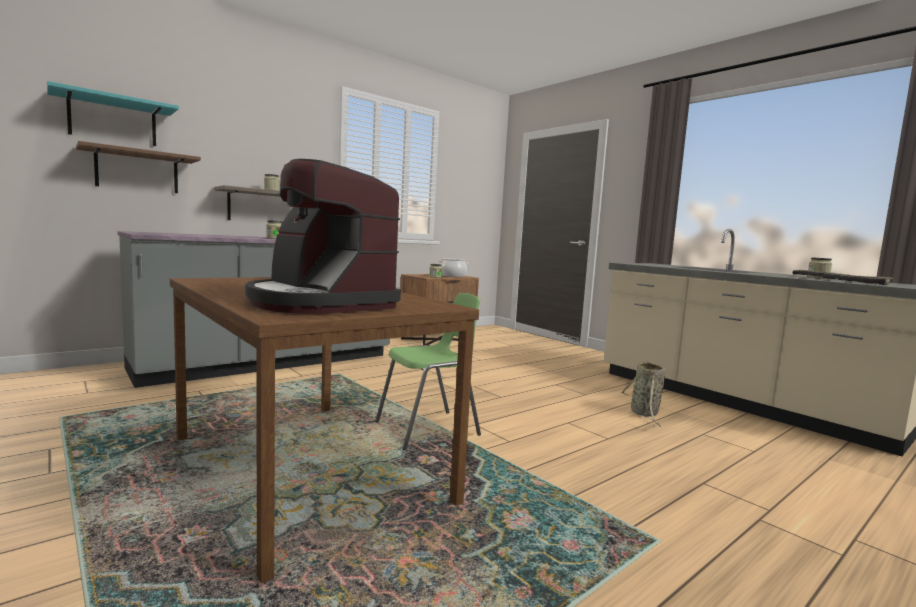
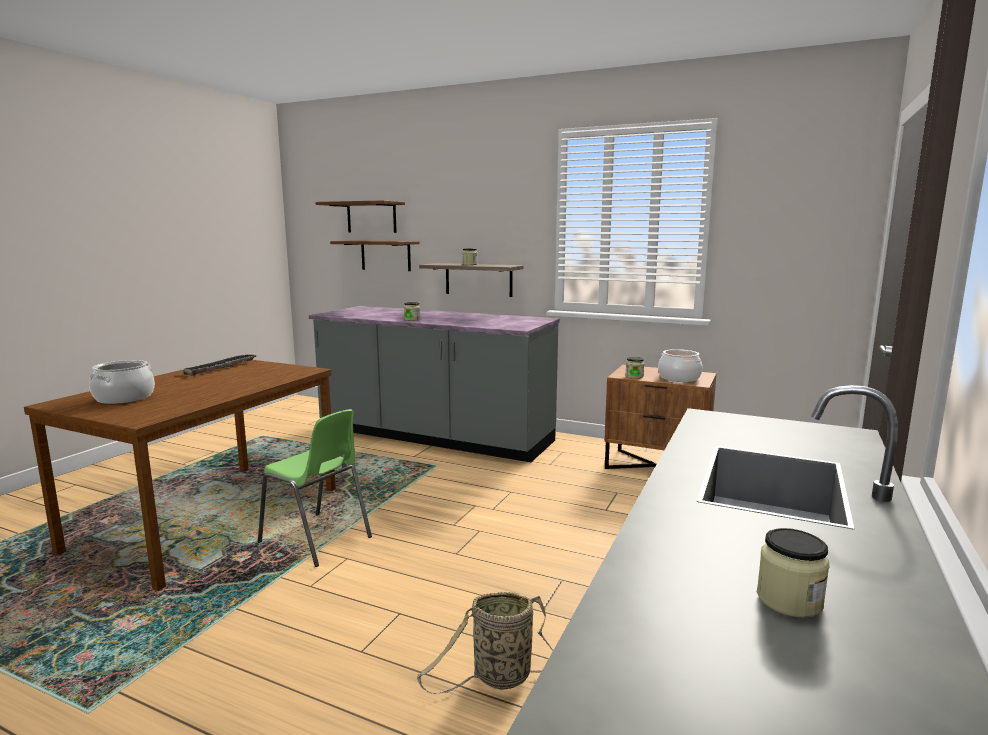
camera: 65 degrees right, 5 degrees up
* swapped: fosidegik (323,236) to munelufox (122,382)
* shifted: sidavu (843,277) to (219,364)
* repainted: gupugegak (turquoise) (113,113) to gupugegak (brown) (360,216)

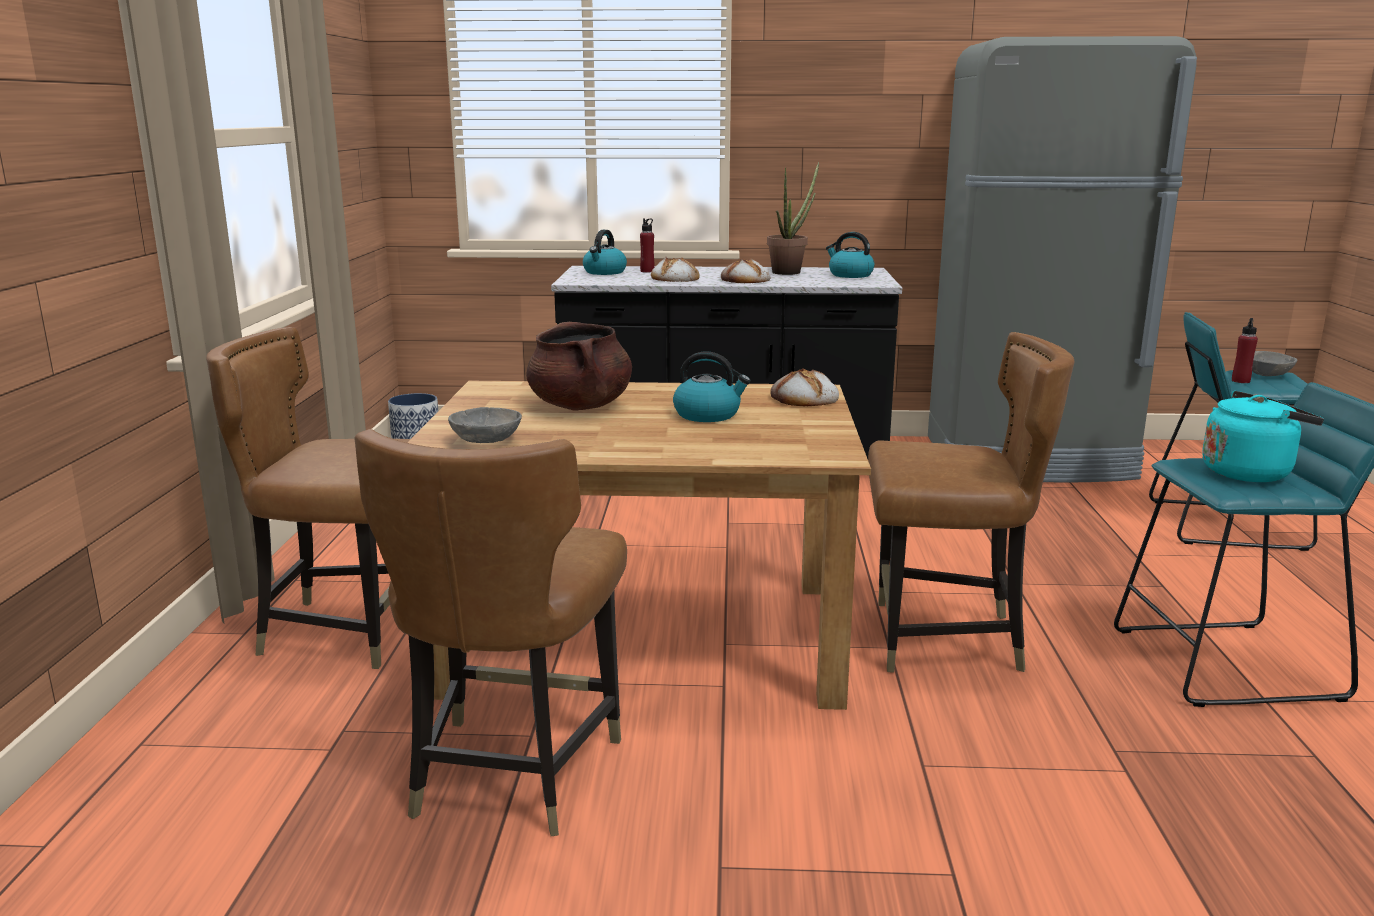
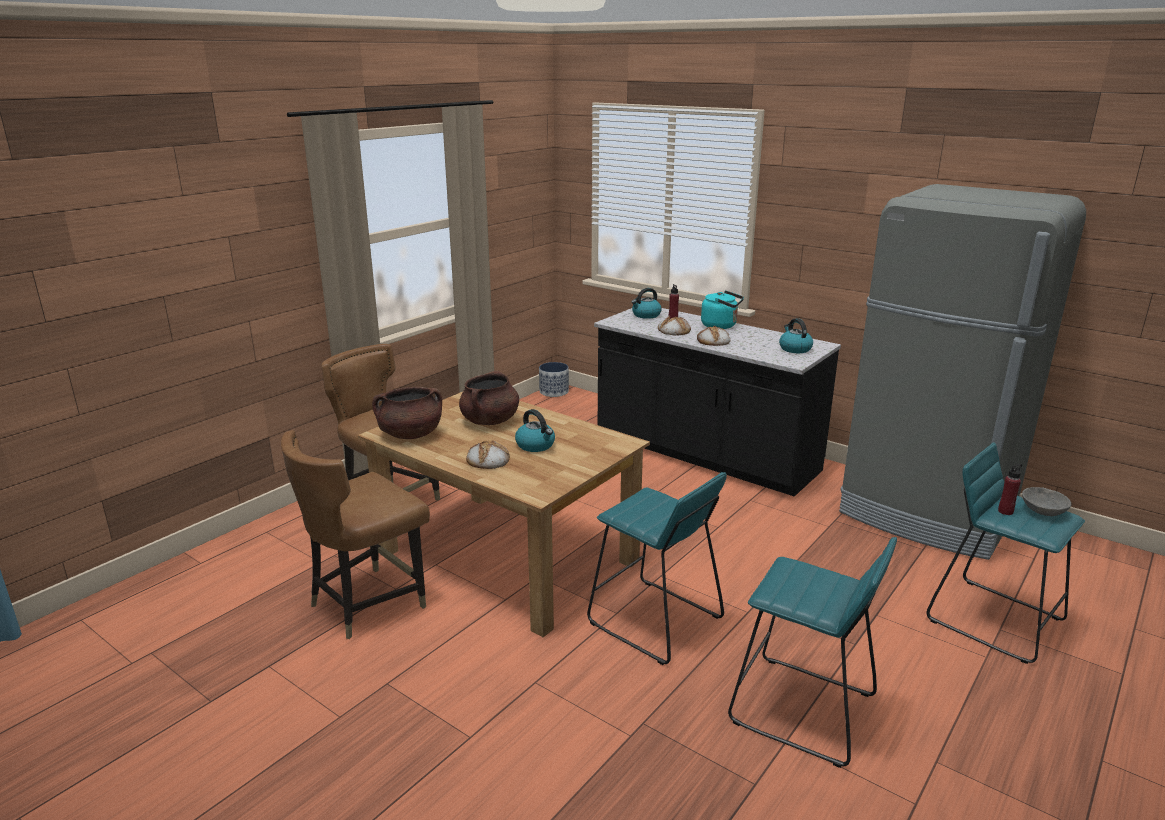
camera: 35 degrees right, 5 degrees up
* swapped: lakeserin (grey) (485,425) to munelufox (brown) (407,413)
* shifted: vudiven (804,387) to (488,455)
* swapped: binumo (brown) (971,502) to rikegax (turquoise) (657,568)
* shifted: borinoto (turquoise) (1263,436) to (722,309)
* gone: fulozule (793,218)

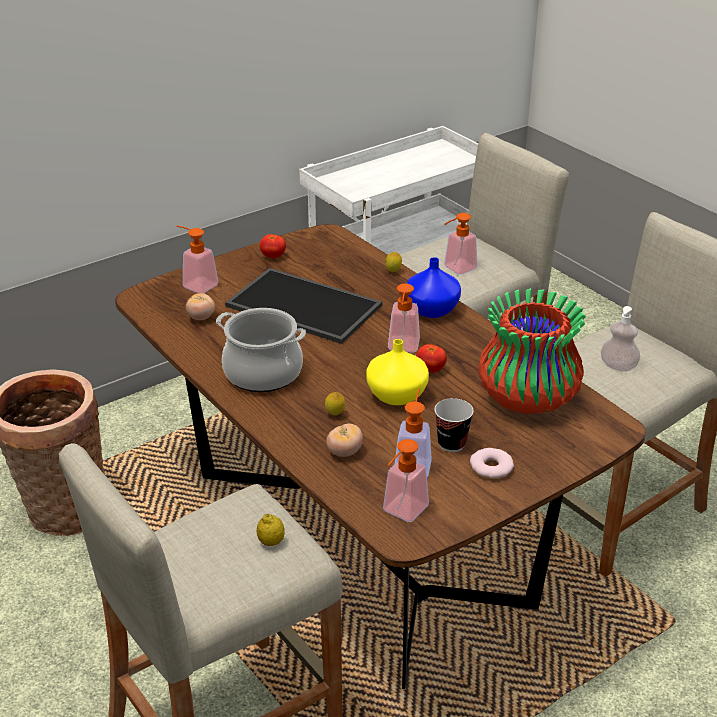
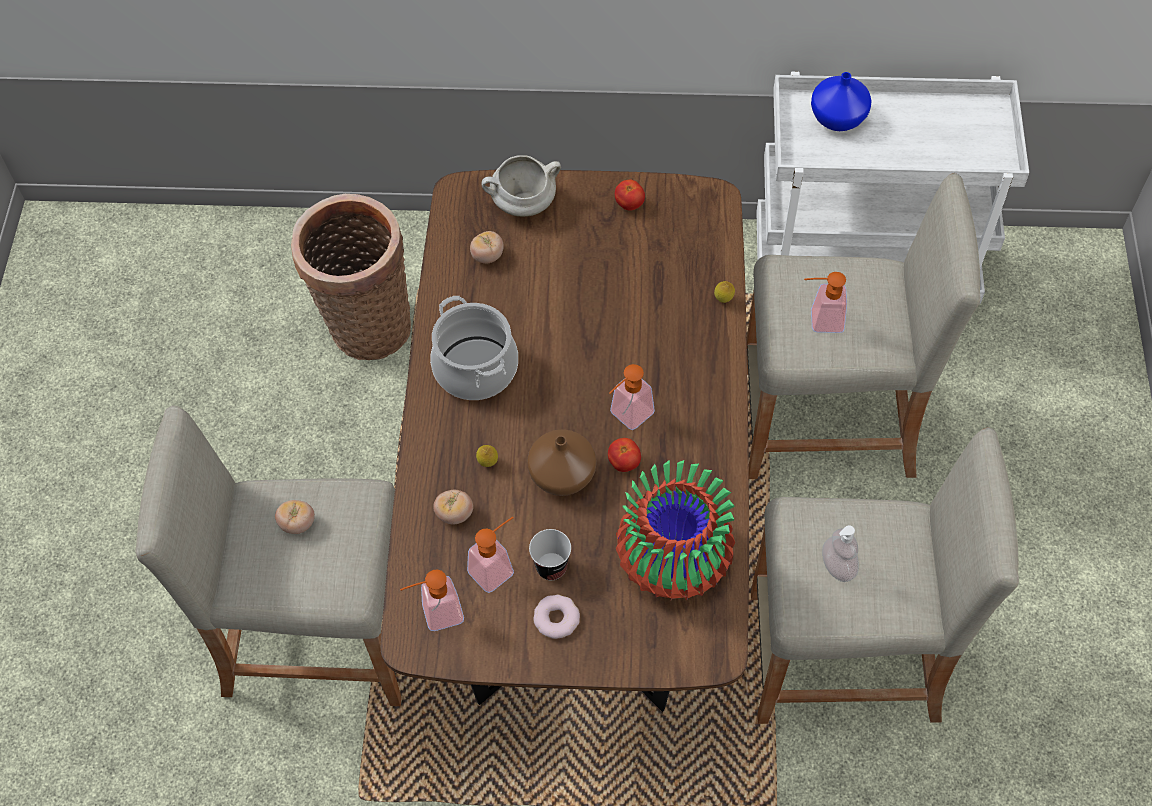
camera: 40 degrees right, 25 degrees up
* new: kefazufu (295,517)
* swapped: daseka (197,259) to munelufox (white) (521,186)
* repainted: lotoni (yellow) (397,372) to lotoni (brown) (561,462)
* shifted: lotoni (blue) (434,287) to (841,101)
* gone: sidavu (303,306)
* gone: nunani (271,530)

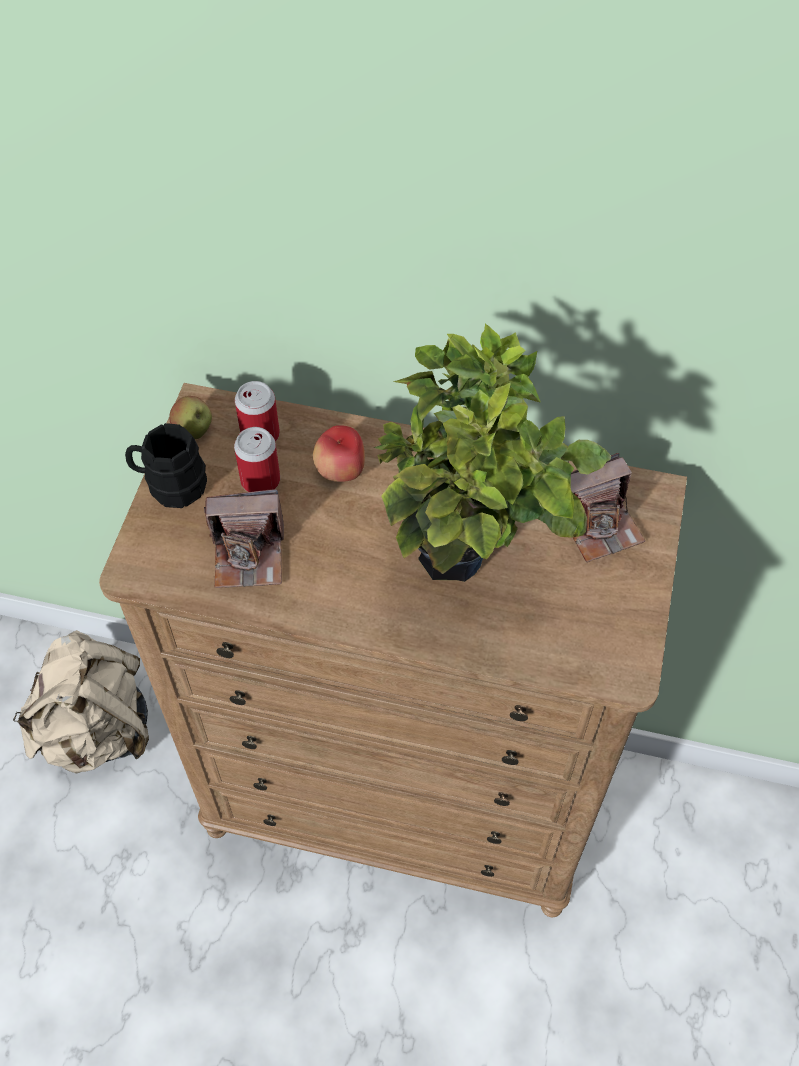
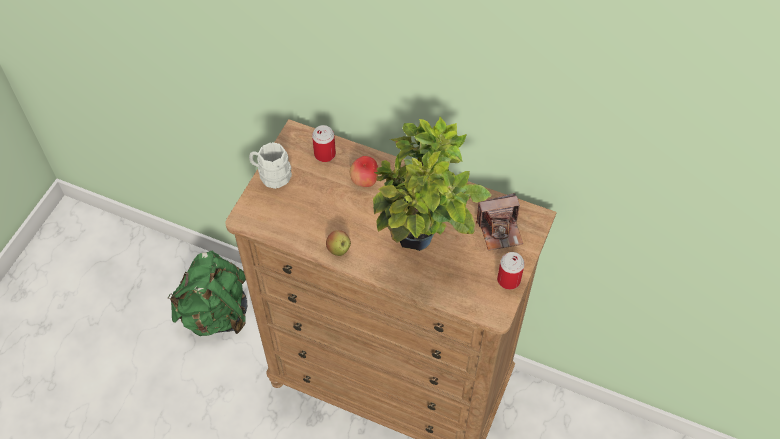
camera: 10 degrees right, 0 degrees up
* repainted: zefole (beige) (81,702) to zefole (green) (207,293)
* repainted: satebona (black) (166,465) to satebona (white) (270,165)
* shifted: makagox (190,417) to (338,243)
* shifted: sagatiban (257,459) to (511,271)
* gone: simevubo (244,538)

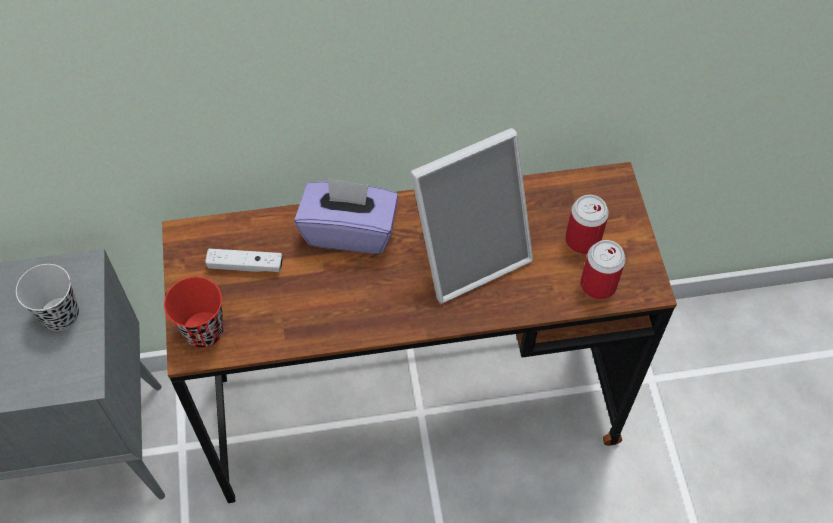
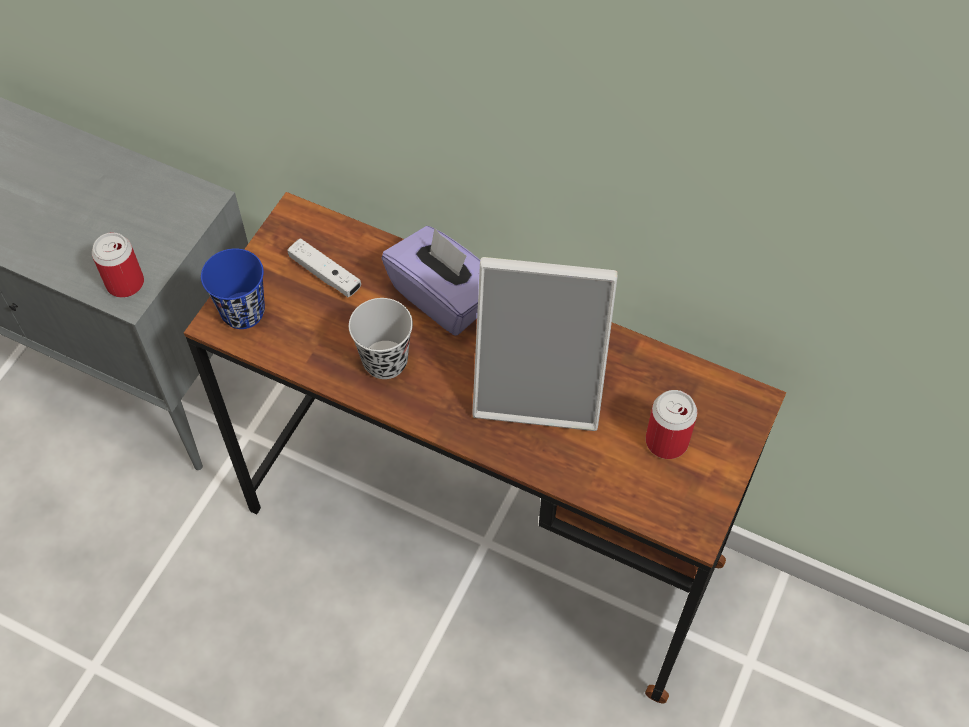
camera: 35 degrees right, 0 degrees up
* shifted: sagatiban (603,270) to (118,265)
* repainted: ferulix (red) (194,312) to ferulix (blue) (233,288)
* shifted: ferulix (black) (47,297) to (381,338)

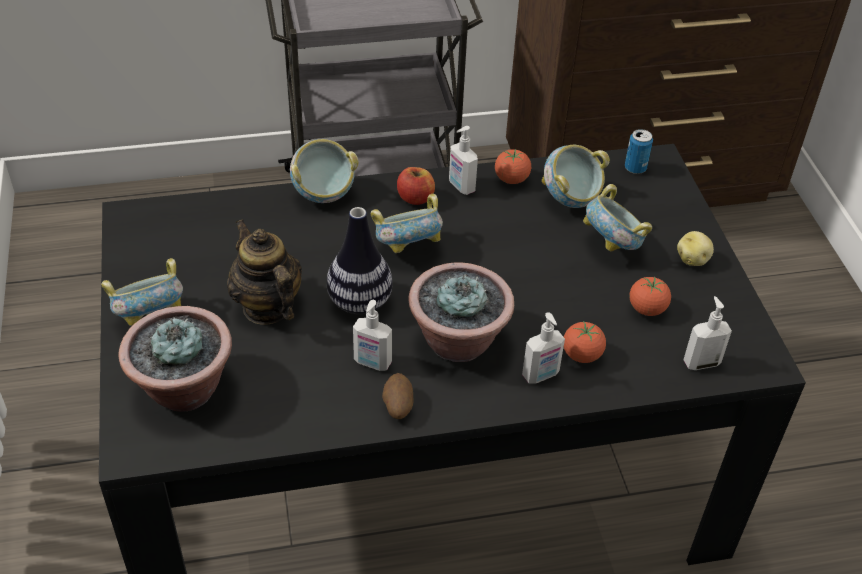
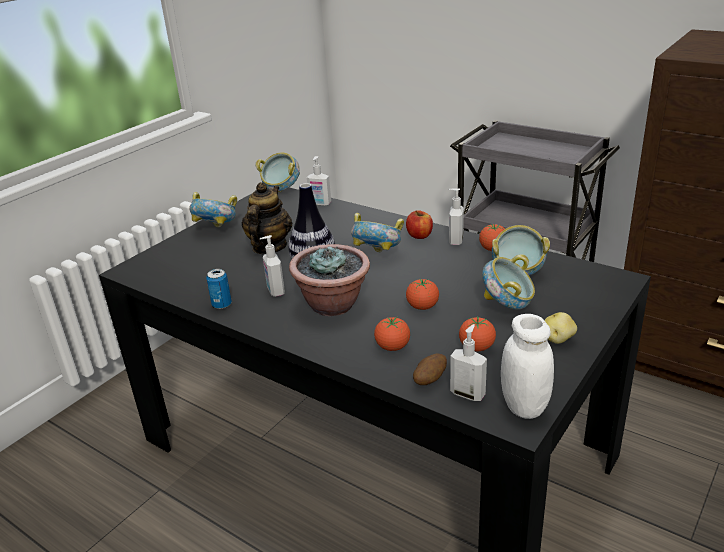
camera: 50 degrees right, 15 degrees down
* shifted: sagatiban (639,151) to (219,289)
* shifted: lakeserin (324,171) to (278,172)
* shifted: daseka (543,348) to (319,181)
* new: kefazufu (422,294)
* shifted: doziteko (398,396) to (430,369)
* new: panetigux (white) (527,366)
* gone: fulozule (175,359)

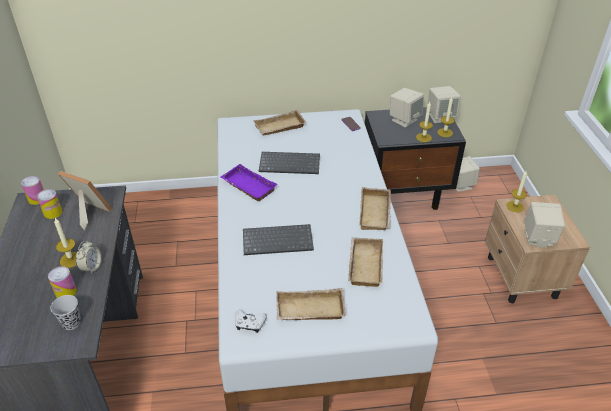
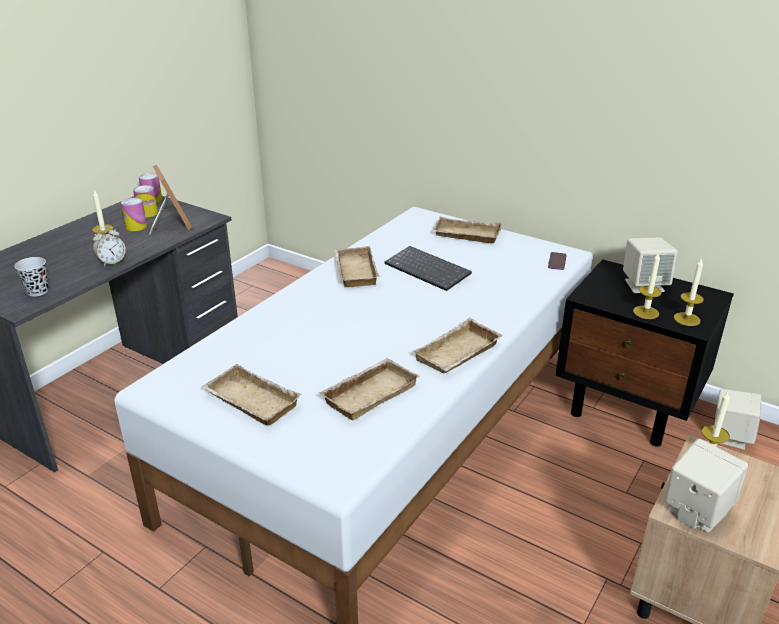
camera: 40 degrees right, 10 degrees down
* shifted: sagatiban (62,282) to (134,214)
* repainted: sidavu (purple) (249,182) to sidavu (beige) (356,266)
* gone: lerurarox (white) (251,321)
* gone: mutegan (278,239)
* gone: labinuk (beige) (444,104)

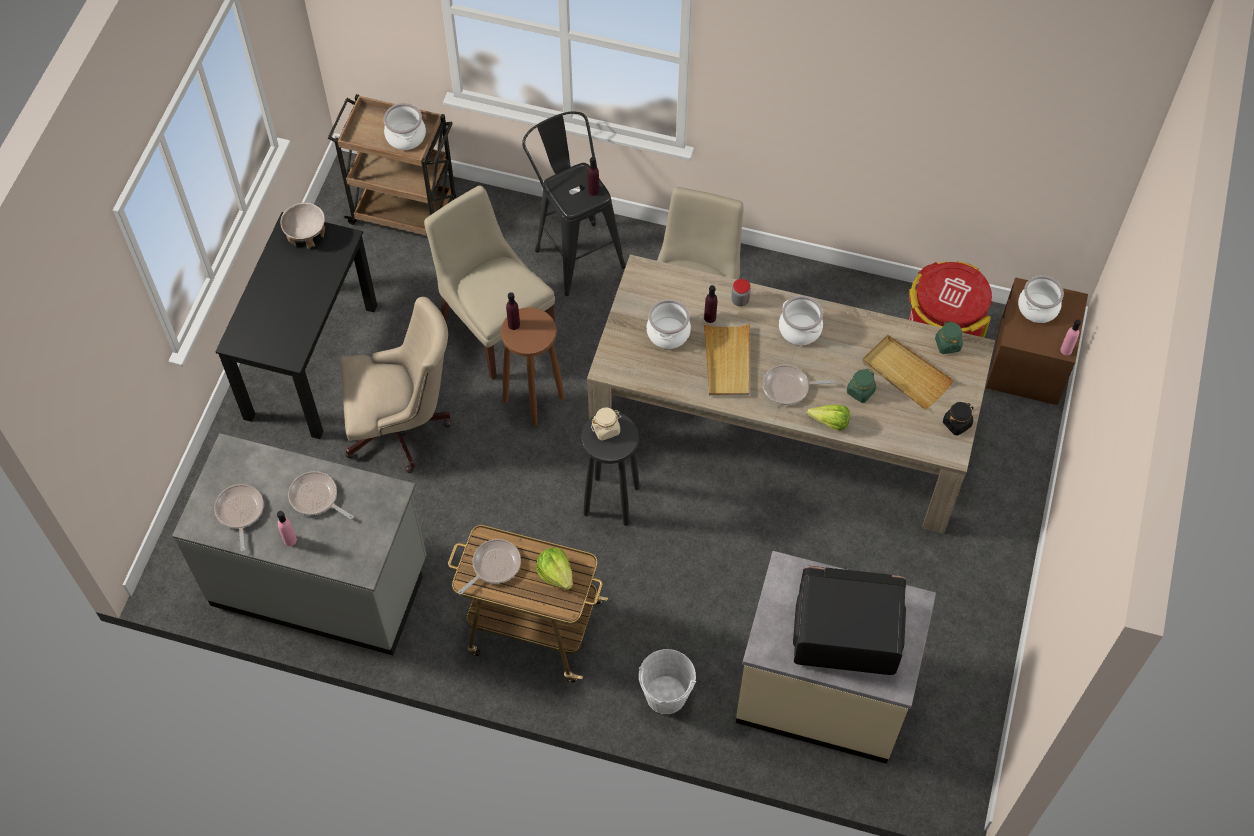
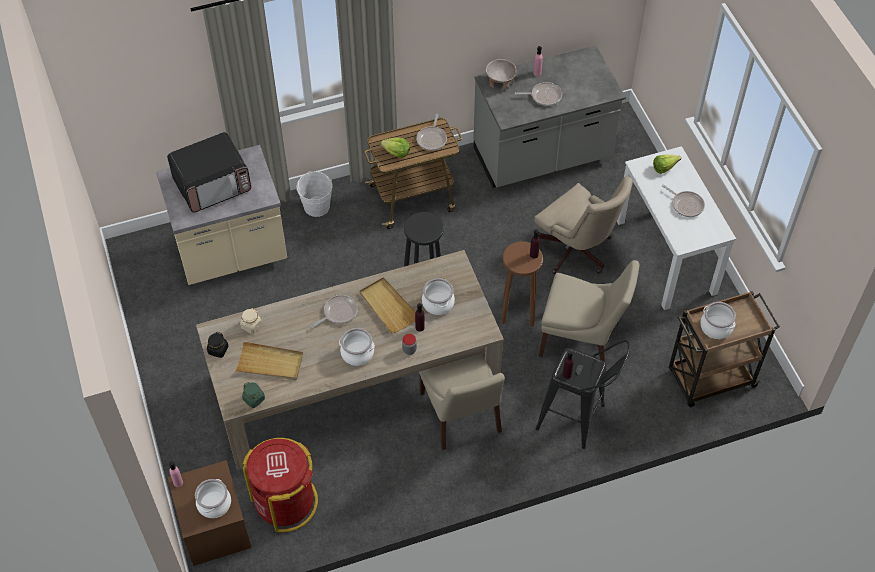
camera: 145 degrees right, 5 degrees down
* shifted: panetigux (beige) (606,424) to (251,321)
* shifted: lakeserin (beige) (303,225) to (501,74)
* rotated: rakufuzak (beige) (396,385) = (583,225) 90 degrees counterclockwise
* repainted: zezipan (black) (296,325) to zezipan (white) (676,228)
* shifted: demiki (828,418) to (667,164)
* shifted: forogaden (239,517) to (683,200)
* gone: panetigux (green) (861,385)

